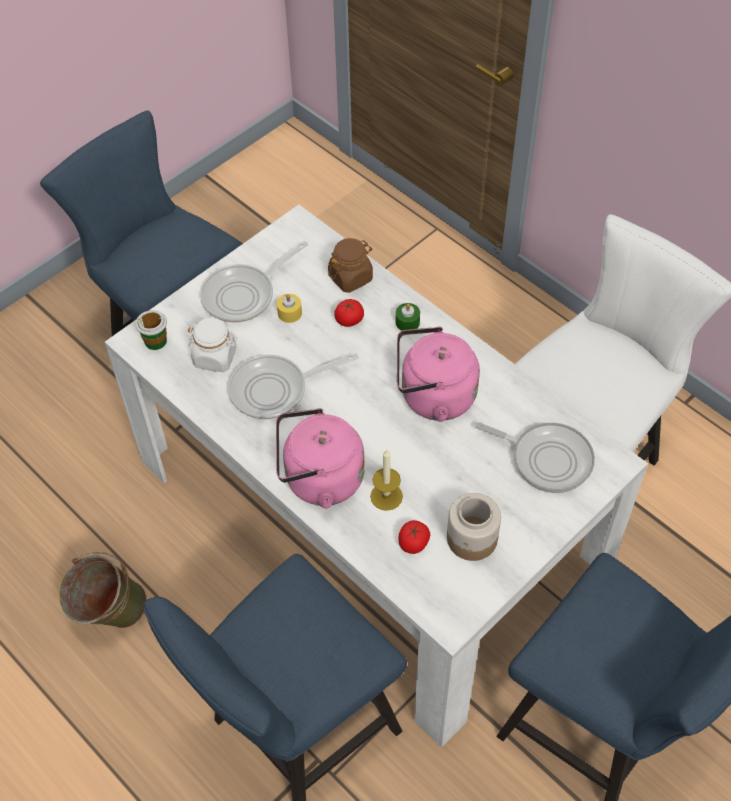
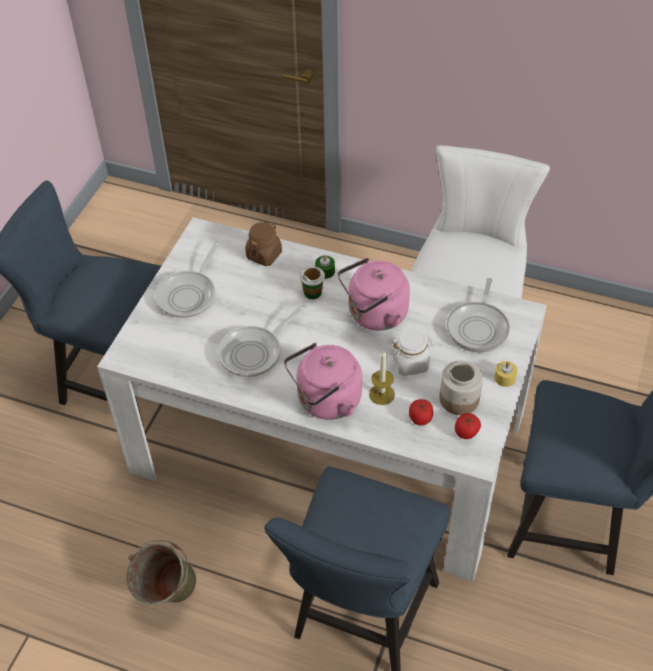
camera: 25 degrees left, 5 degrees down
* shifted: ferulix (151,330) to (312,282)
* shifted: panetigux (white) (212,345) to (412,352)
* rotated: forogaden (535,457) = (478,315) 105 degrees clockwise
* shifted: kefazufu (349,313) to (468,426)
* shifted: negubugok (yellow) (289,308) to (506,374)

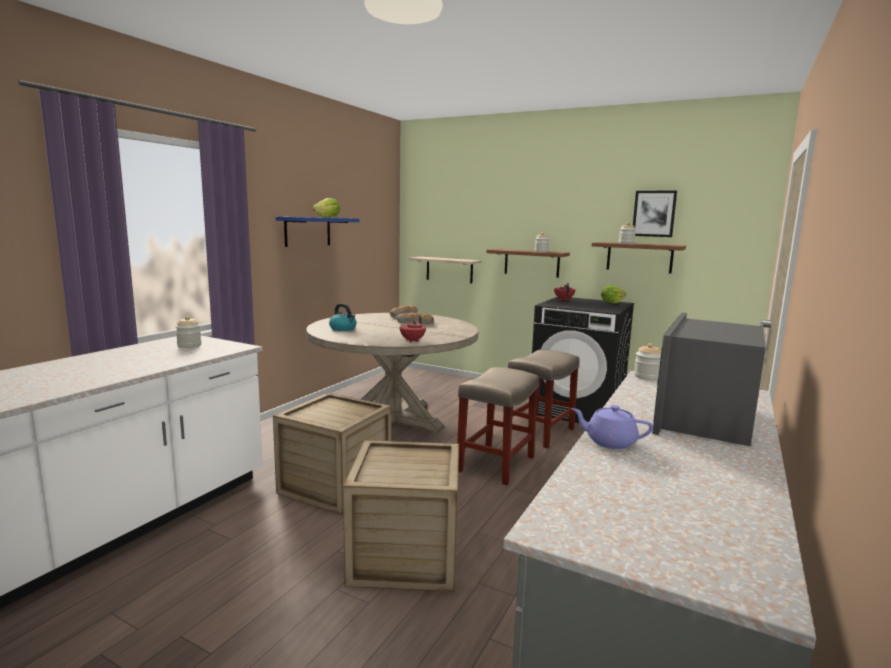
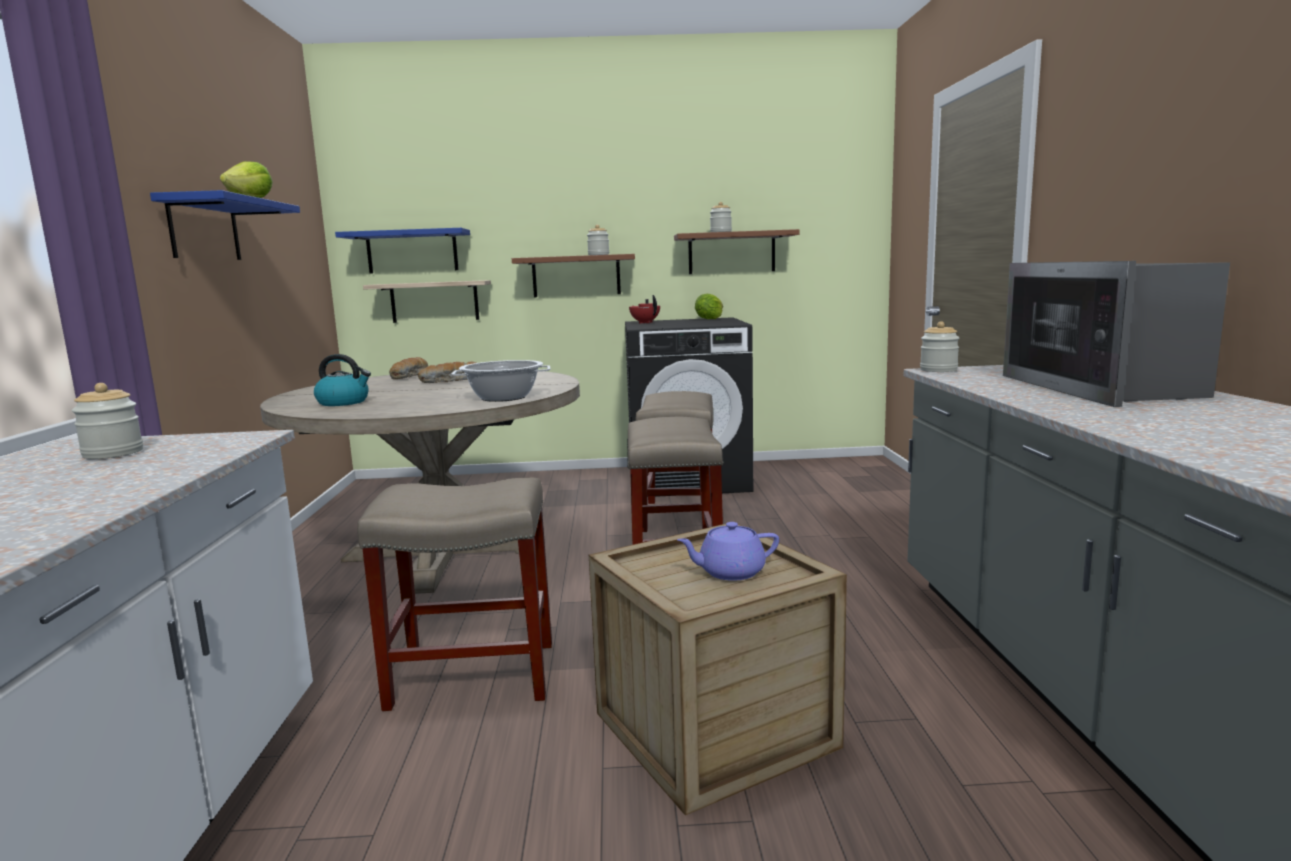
camera: 30 degrees left, 0 degrees up
* new: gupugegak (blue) (402,250)
* swapped: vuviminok (332,454) to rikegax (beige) (454,594)
* swapped: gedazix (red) (413,329) to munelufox (500,381)
* shifted: gedazix (purple) (612,427) to (728,551)
* gone: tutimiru (655,214)

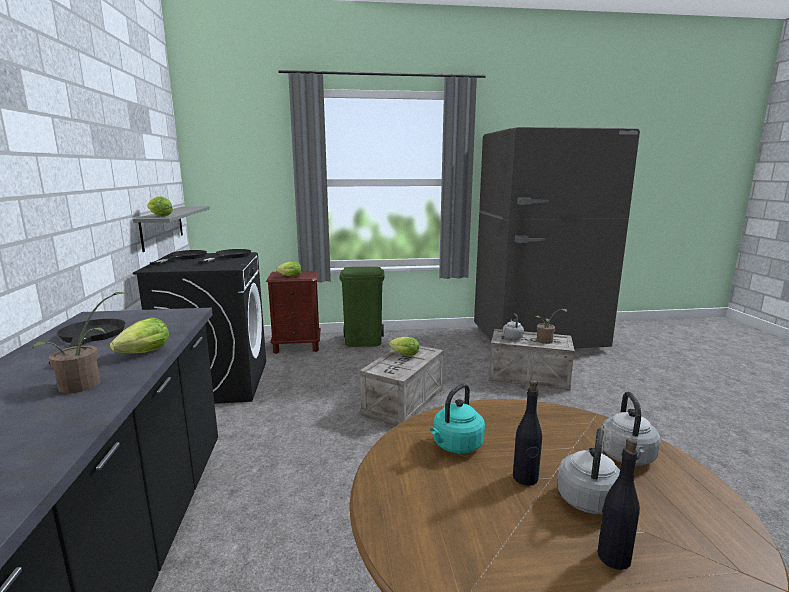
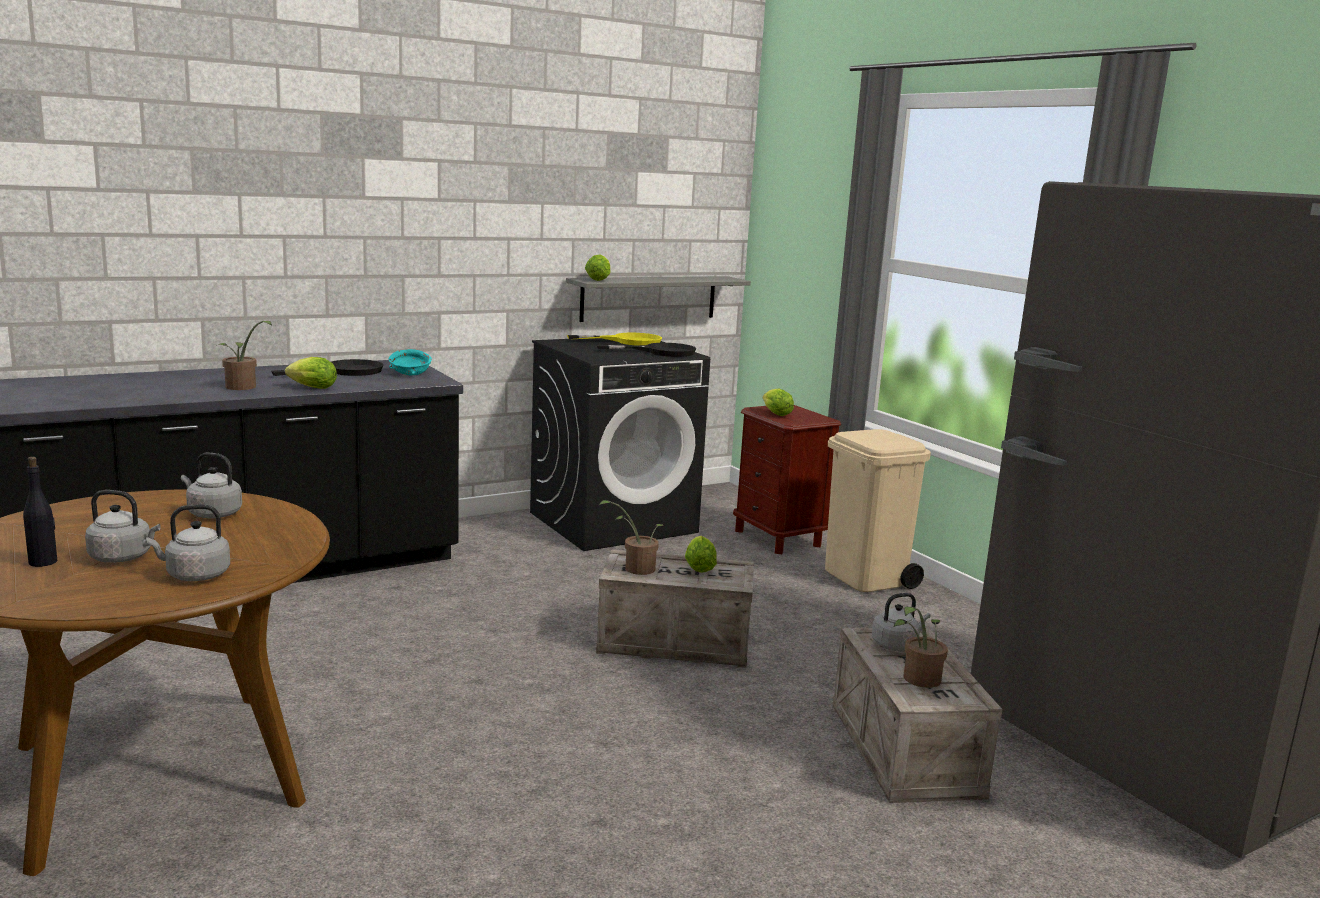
camera: 65 degrees right, 0 degrees up
* repainted: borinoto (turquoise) (457,418) to borinoto (grey) (211,485)
* new: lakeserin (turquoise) (410,362)
* repainted: forogaden (black) (178,257) to forogaden (yellow) (614,339)
* new: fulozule (631,537)
* repainted: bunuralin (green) (361,307) to bunuralin (beige) (878,510)
* gone: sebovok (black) (527,433)

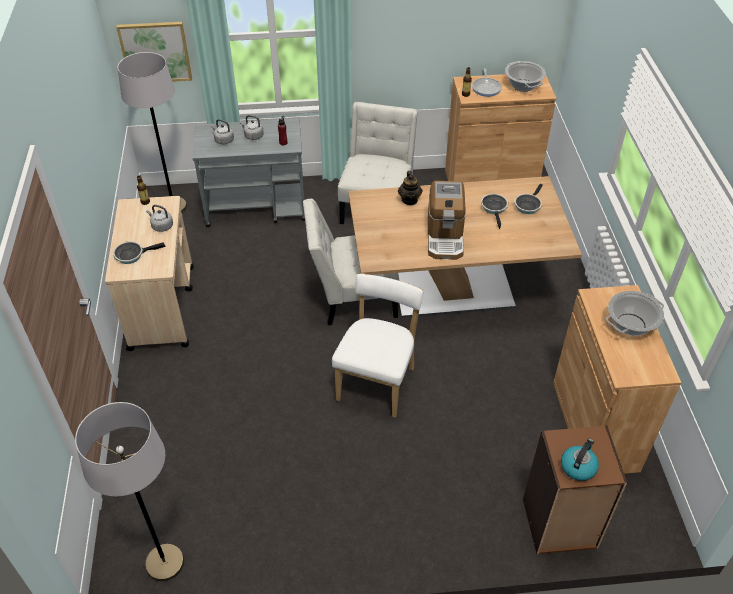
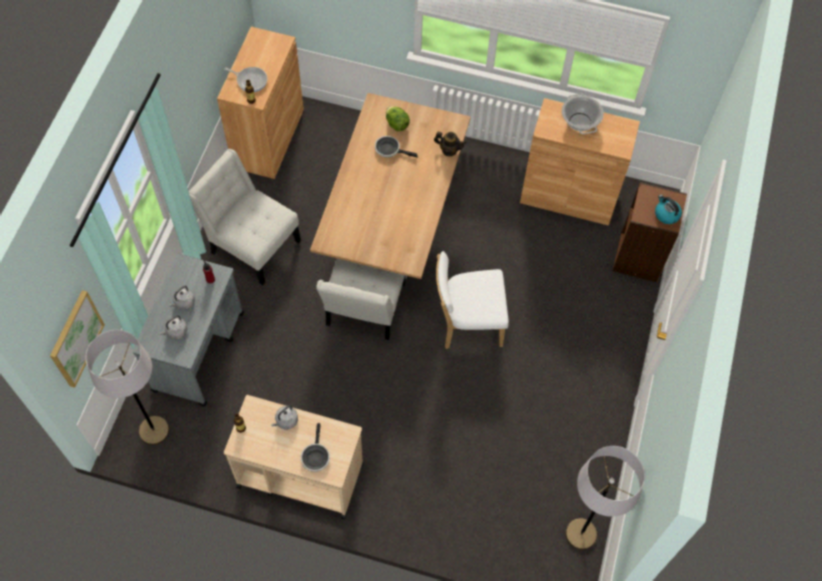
camera: 70 degrees left, 15 degrees up
* swapped: forogaden (528,199) to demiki (398,118)
* shifted: gedazix (410,188) to (450,143)
* rotated: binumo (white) (377,345) = (472,300) 45 degrees counterclockwise
* gone: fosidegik (447,220)
* gone: munelufox (525,76)

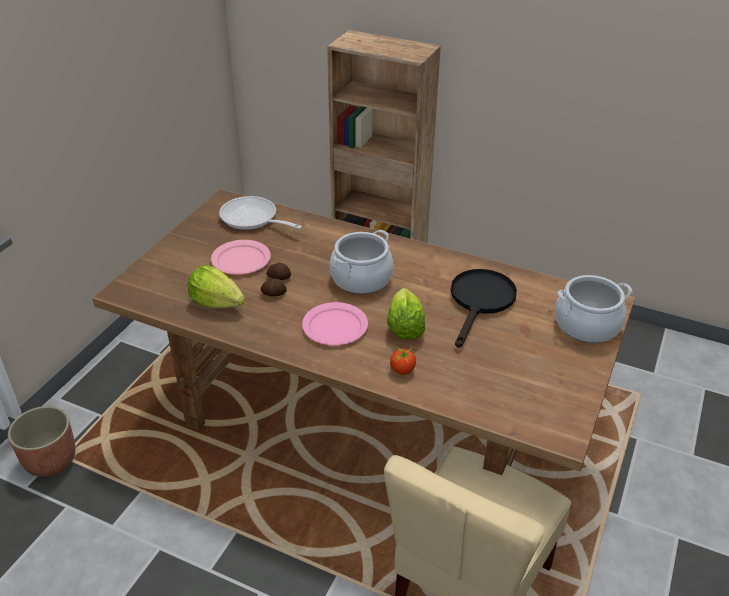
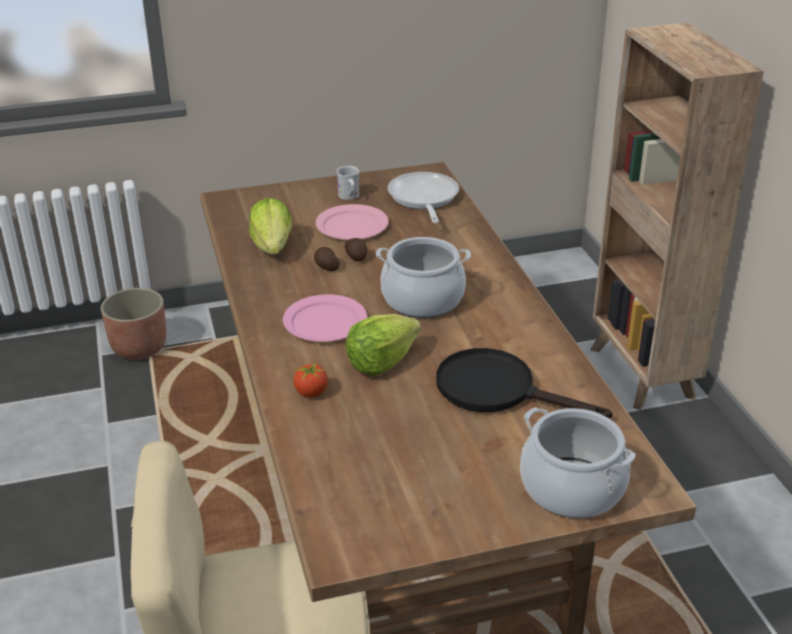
camera: 50 degrees right, 5 degrees down
* new: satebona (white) (348,183)
* rotated: forogaden (black) (484,308) = (524,383) 135 degrees counterclockwise

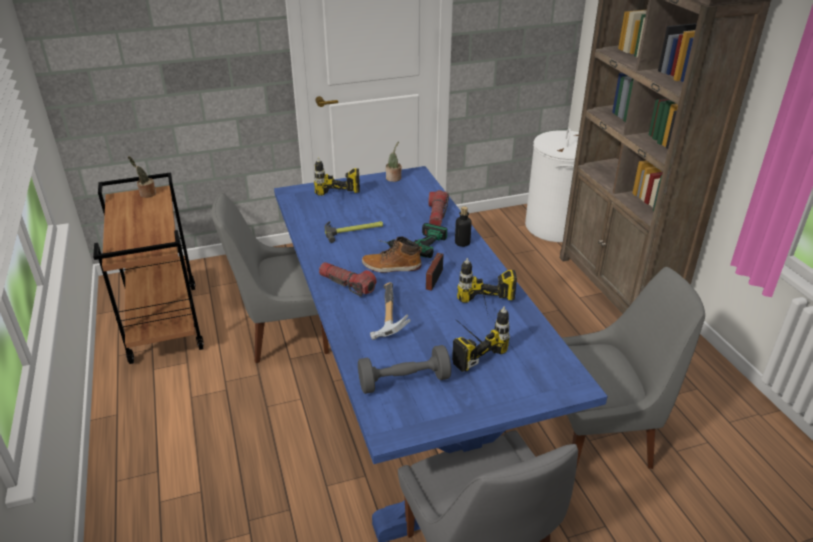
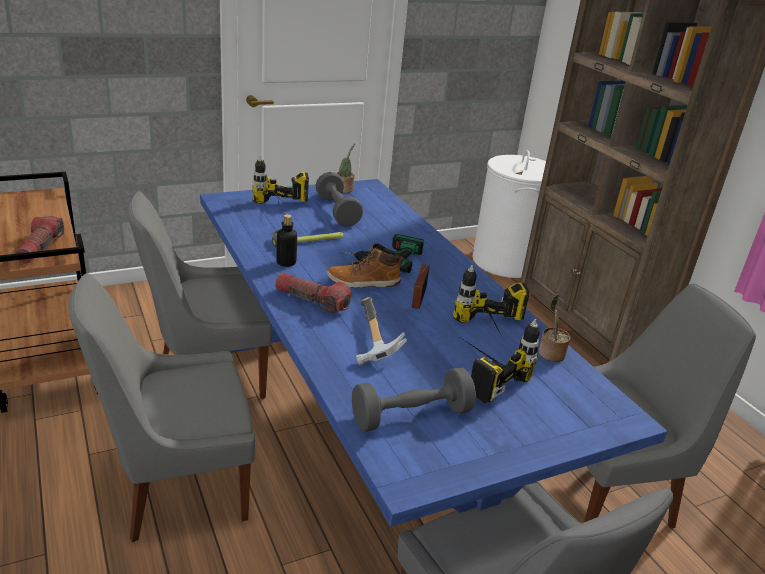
camera: 10 degrees left, 5 degrees down
* shifted: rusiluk (438,208) to (40,240)
* new: binumo (grey) (161,407)
* shifted: sebovok (463,226) to (286,240)
* new: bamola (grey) (339,199)
* shifted: fulozule (142,177) to (554,328)

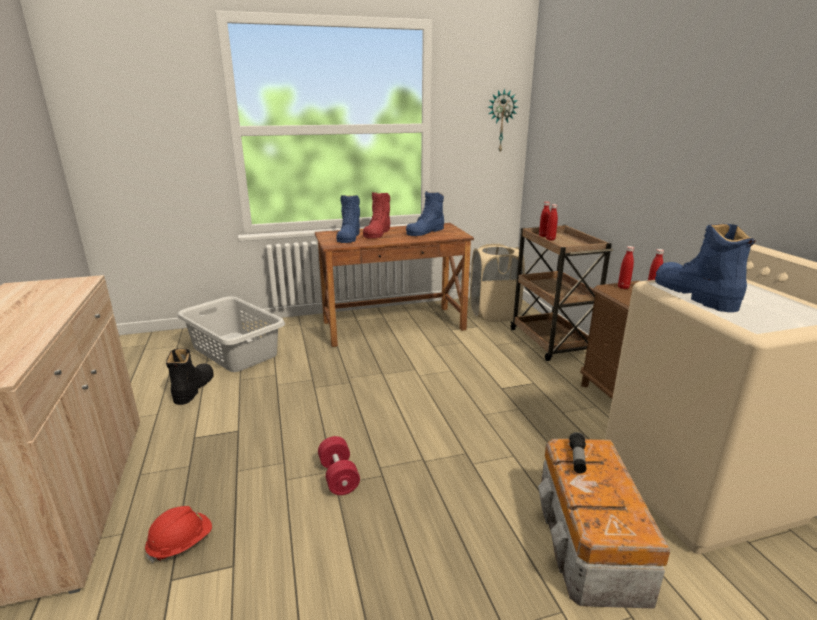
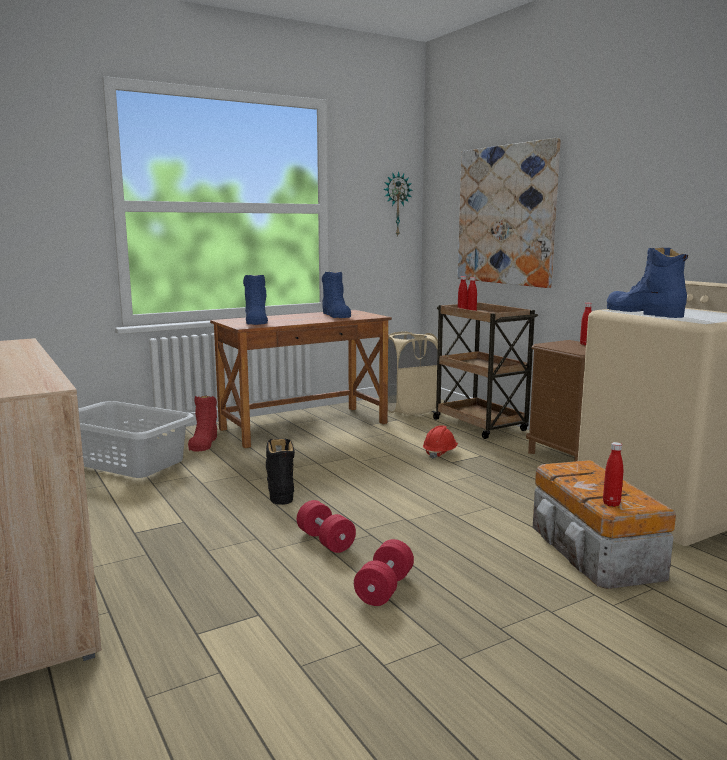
camera: 15 degrees left, 10 degrees down
* shifted: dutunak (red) (376,215) to (202,424)
* shifted: dutunak (black) (189,376) to (280,472)
* rotated: dutunak (blue) (425,213) = (336,294) 45 degrees counterclockwise
* new: bamola (red) (384,572)
* shifted: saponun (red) (178,534) to (440,442)
* new: tutimiru (509,213)
* shifted: sebovok (red) (626,267) to (613,474)
* gone: rusiluk (577,452)

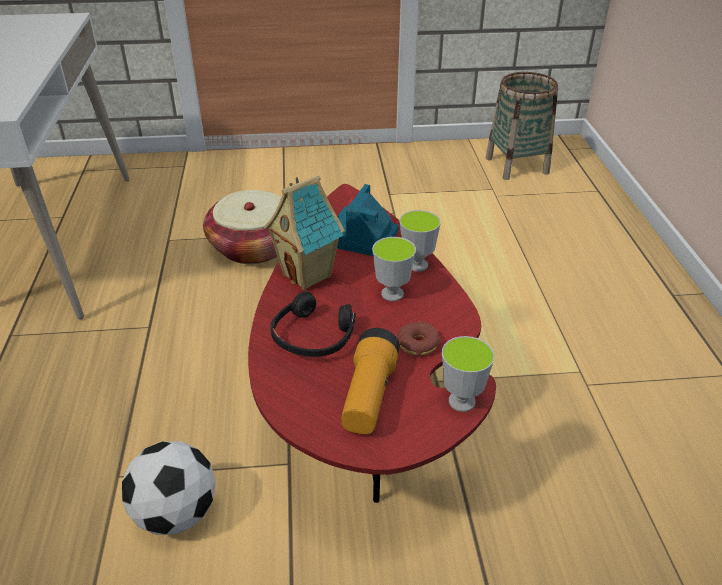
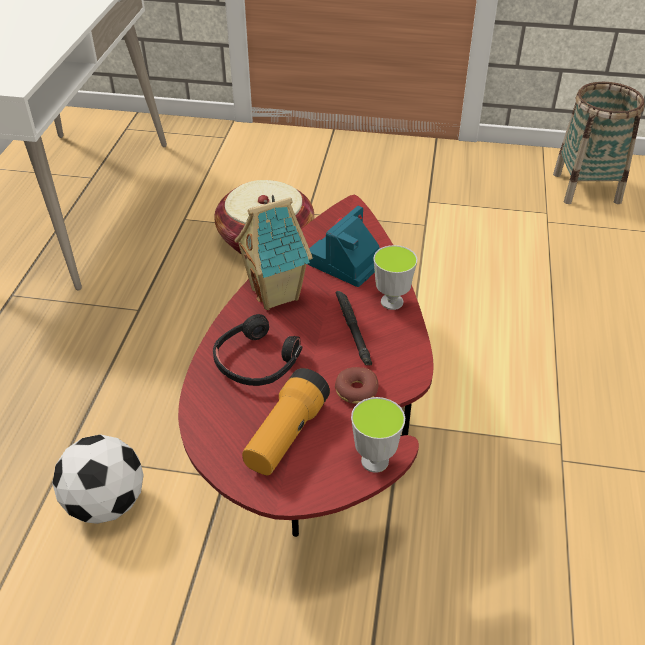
camera: 15 degrees right, 5 degrees up
* swapped: ferulix (394,269) to rusiluk (black) (354,328)

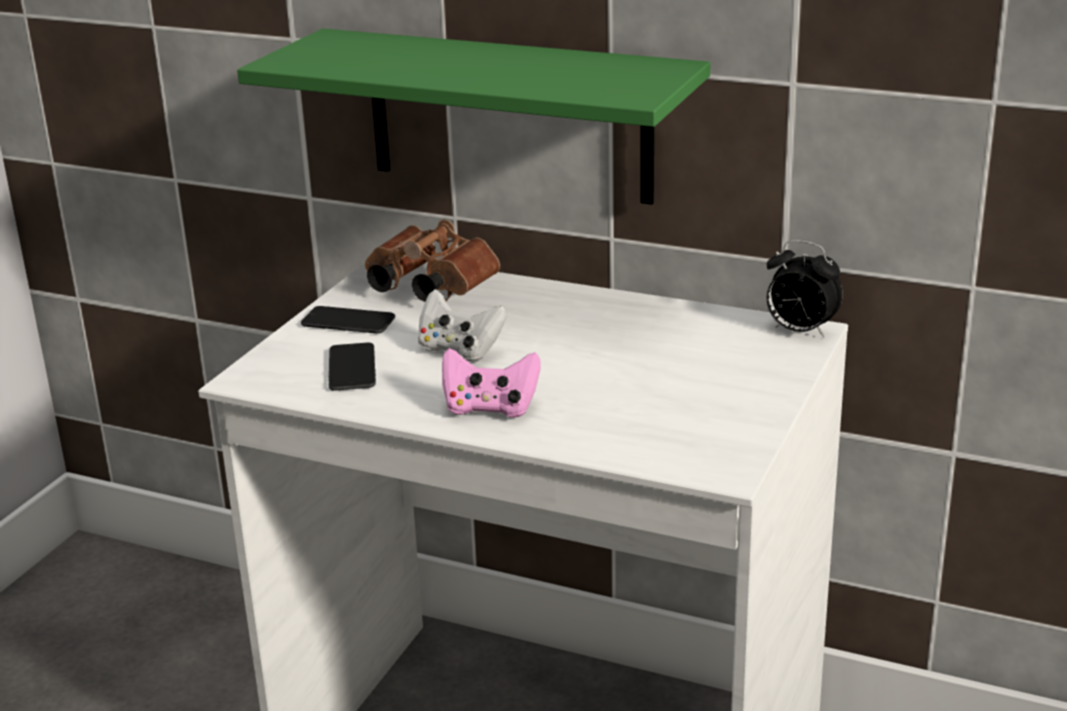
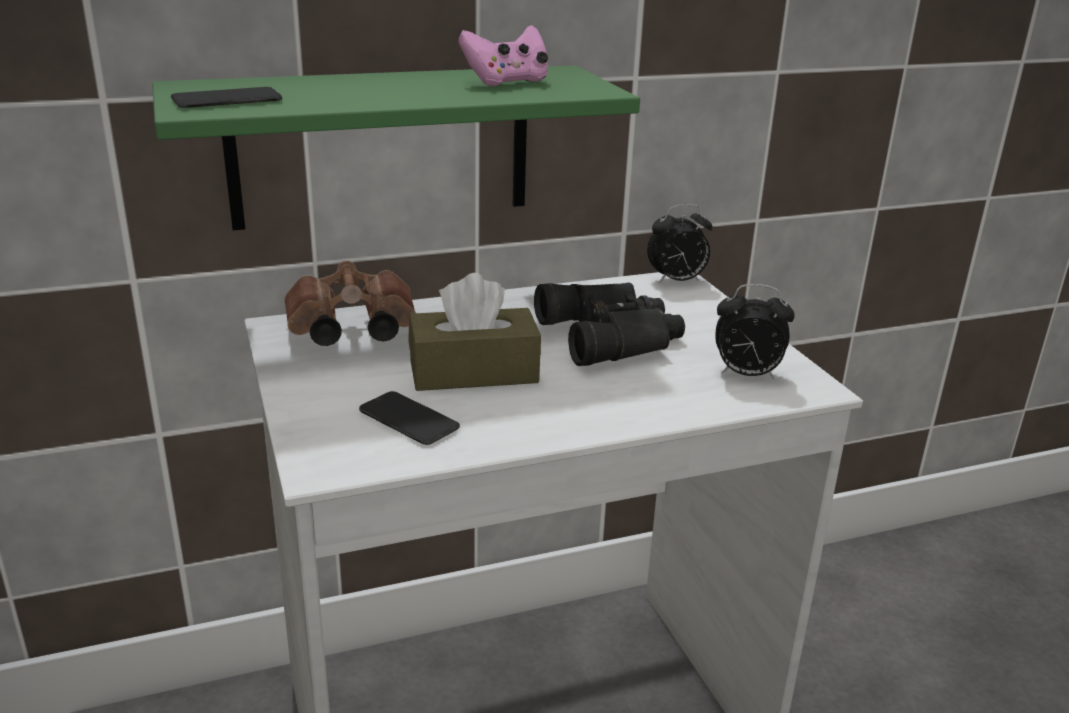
camera: 45 degrees left, 0 degrees up
* shifted: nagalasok (348,319) to (226,97)
* swapped: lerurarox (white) (463,325) to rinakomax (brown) (474,332)
* shifted: lerurarox (pink) (491,383) to (503,55)
* new: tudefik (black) (609,324)
* new: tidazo (754,331)

